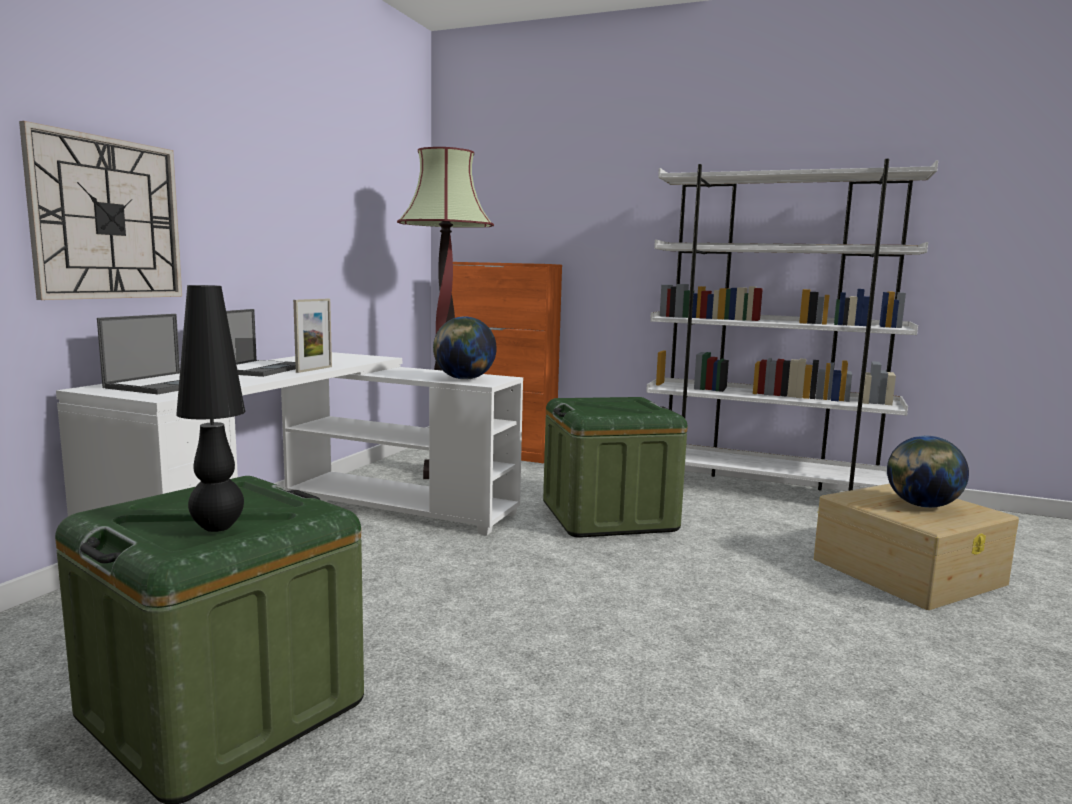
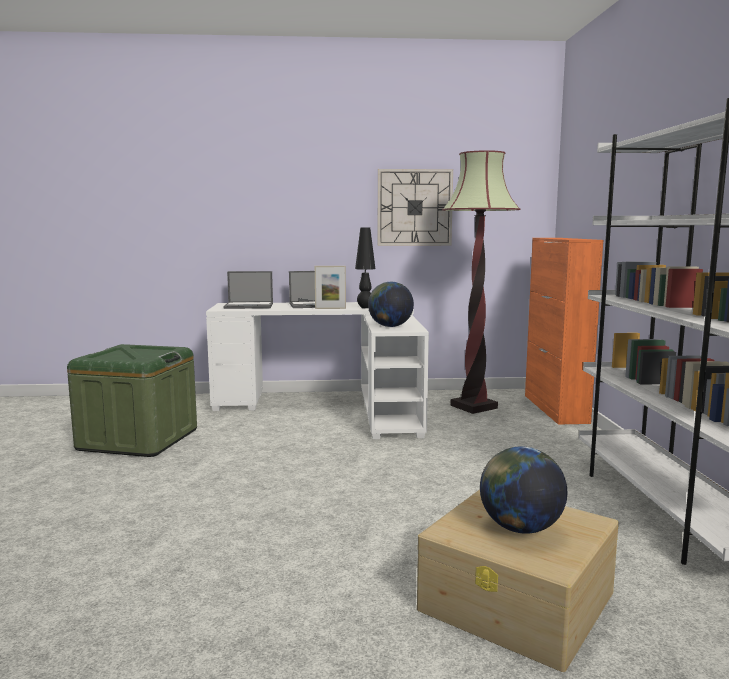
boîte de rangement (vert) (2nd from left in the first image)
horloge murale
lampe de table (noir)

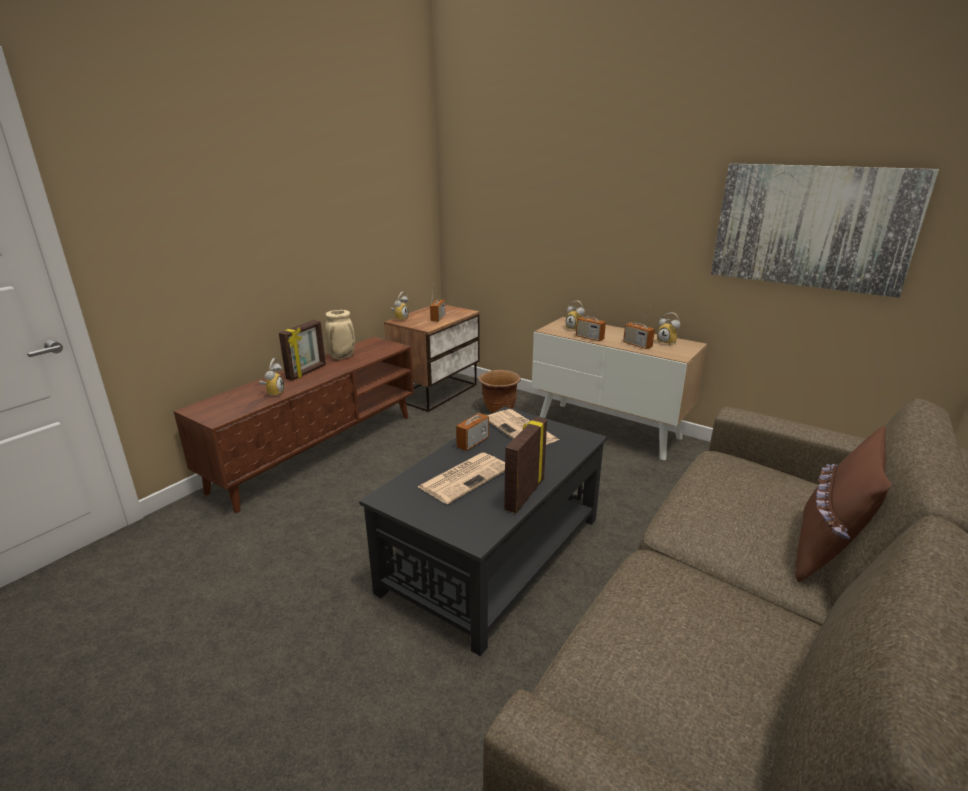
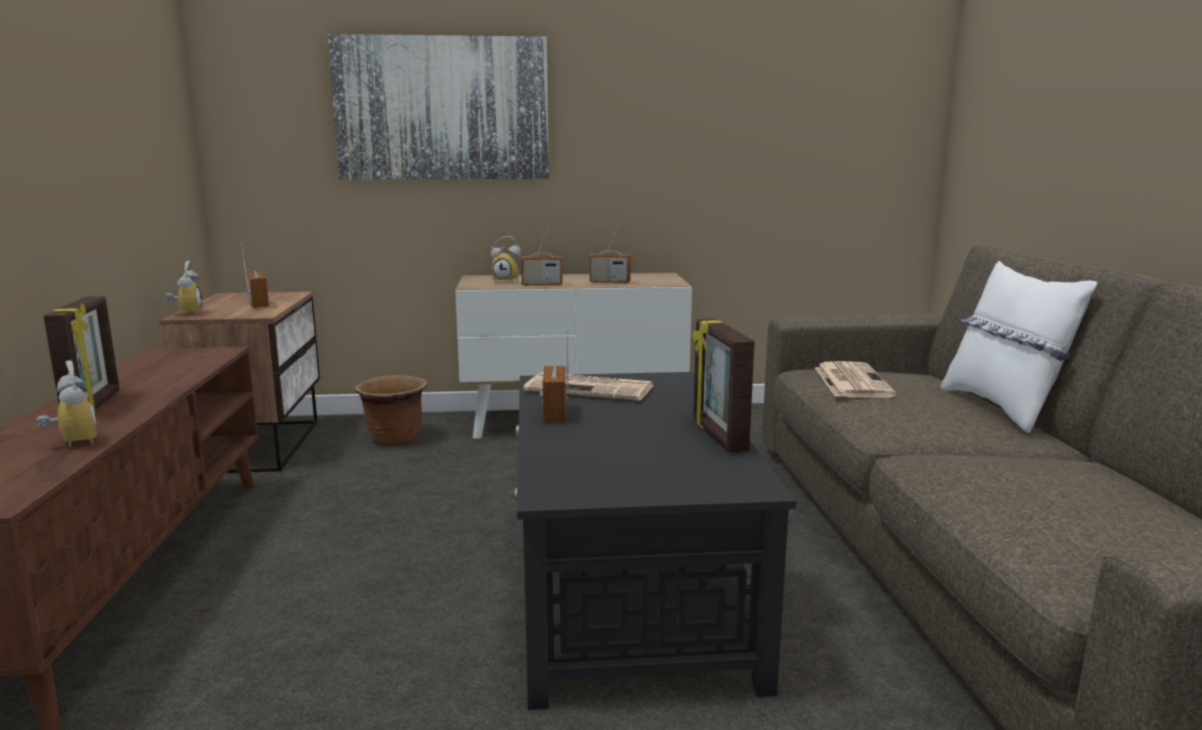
vase (beige)
réveil (4th from left in the first image)
journal (2nd from left)
tableau
coussin (blanc)

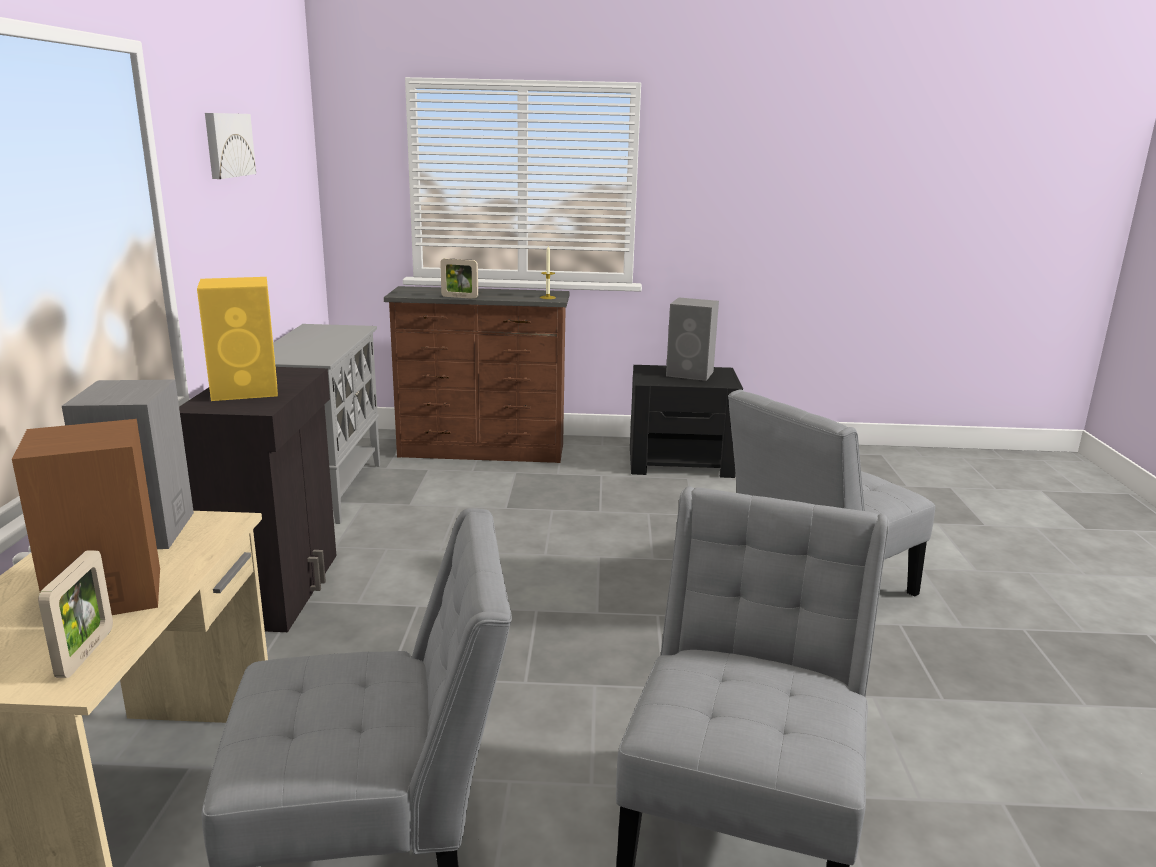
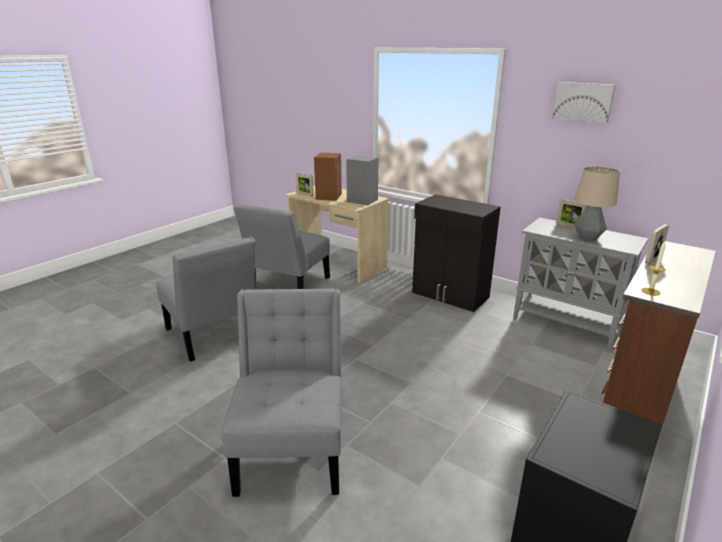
enceinte (jaune)
enceinte (gris) (2nd from left in the first image)
cadre photo (2nd from left)
lampe de table

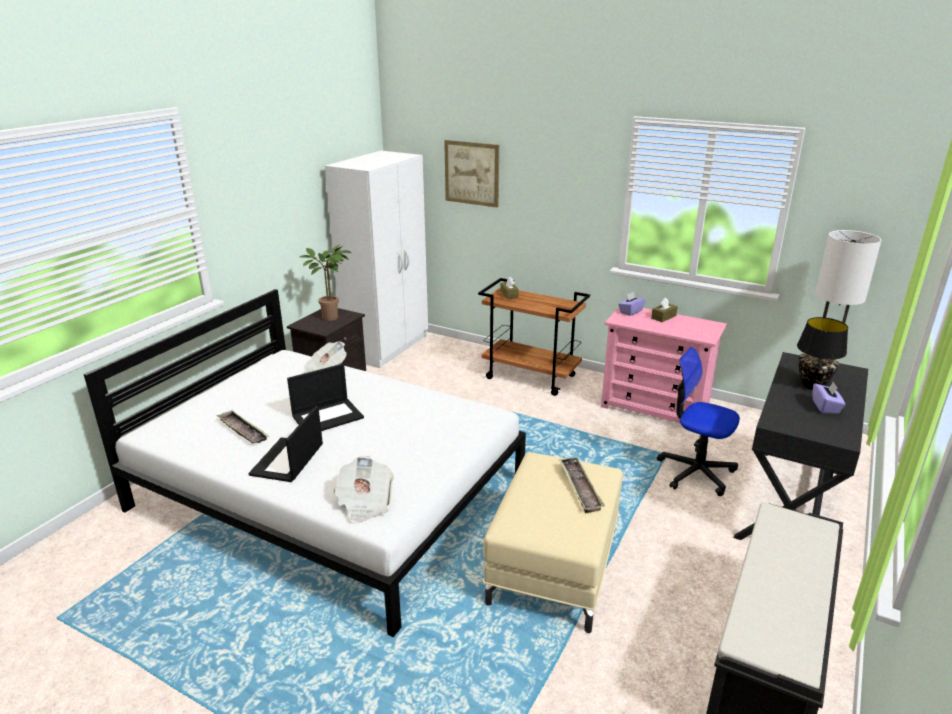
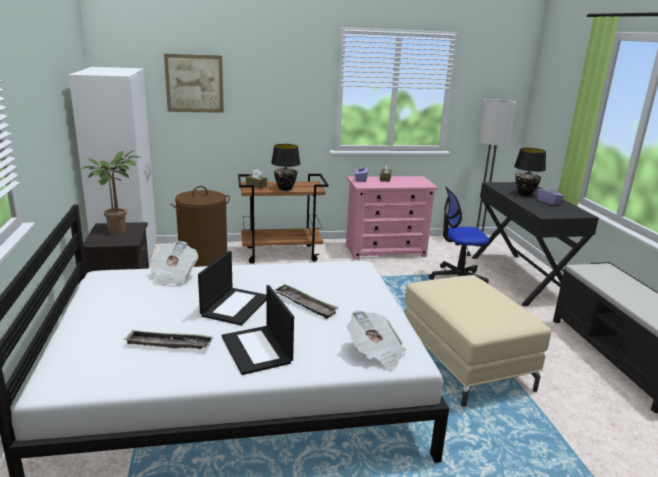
panier à linge (marron)
lampe de table (noir) (1st from left)
plateau (2nd from left)

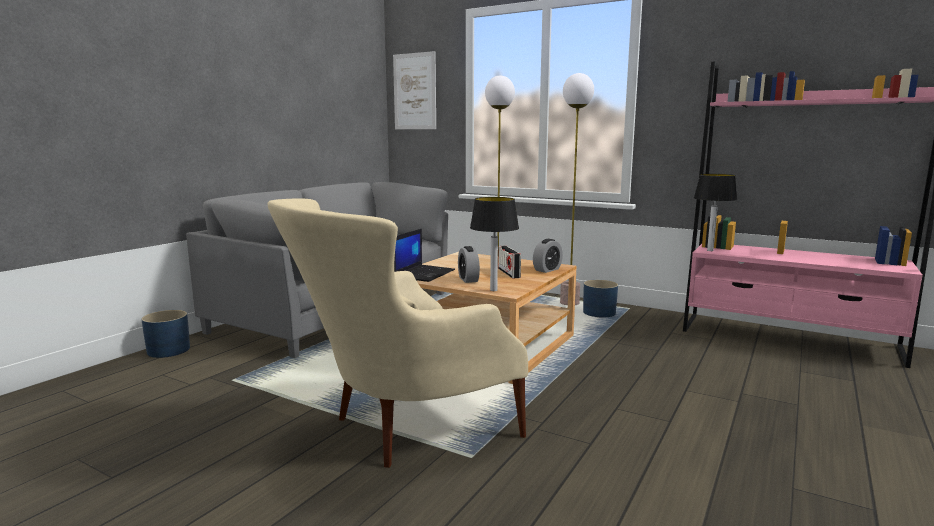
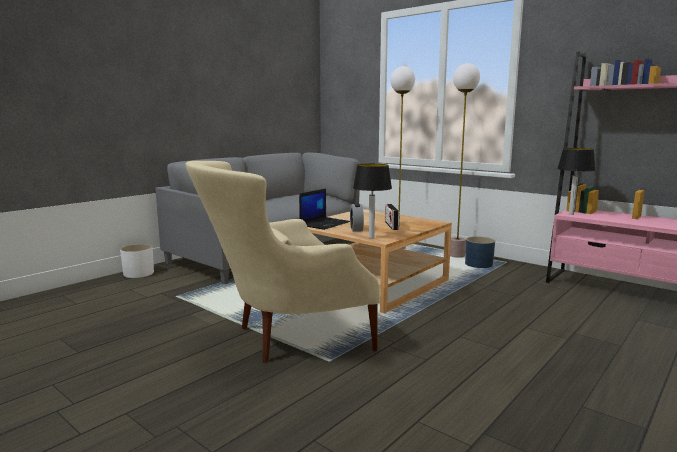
tableau
réveil (2nd from left in the first image)
cache-pot (blanc)

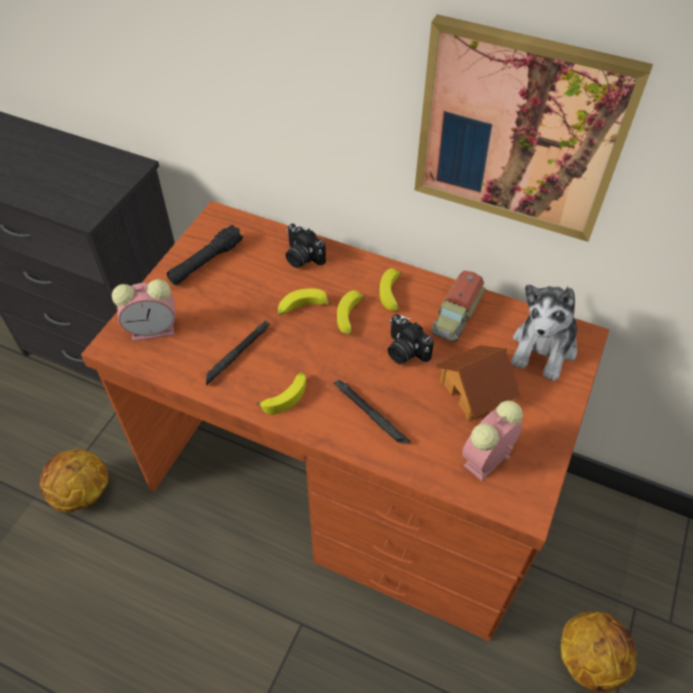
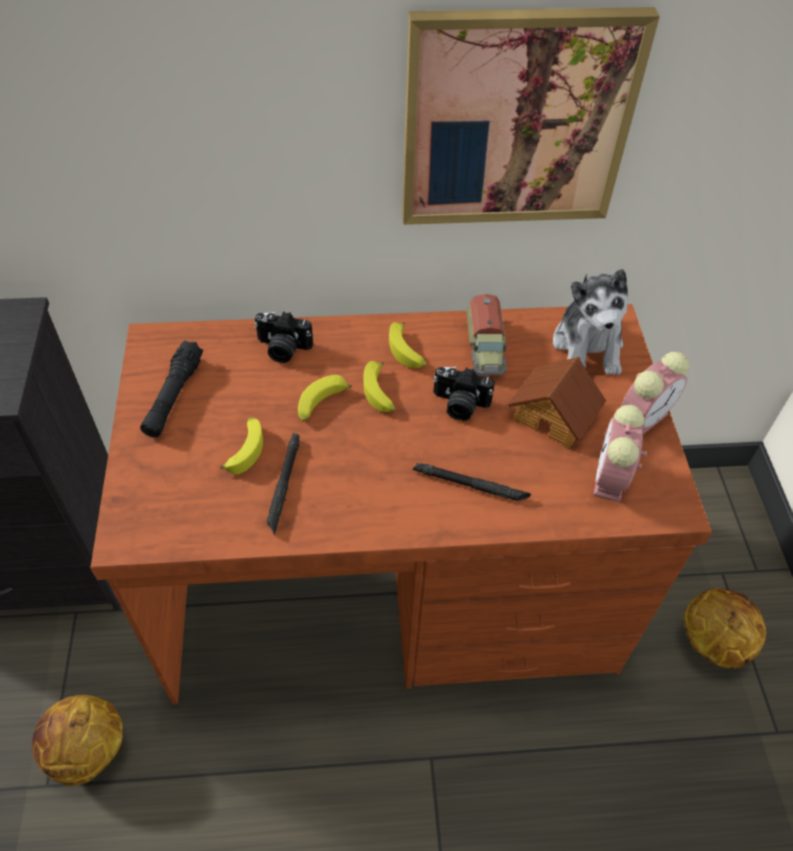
réveil (2nd from left)
banane (1st from left)

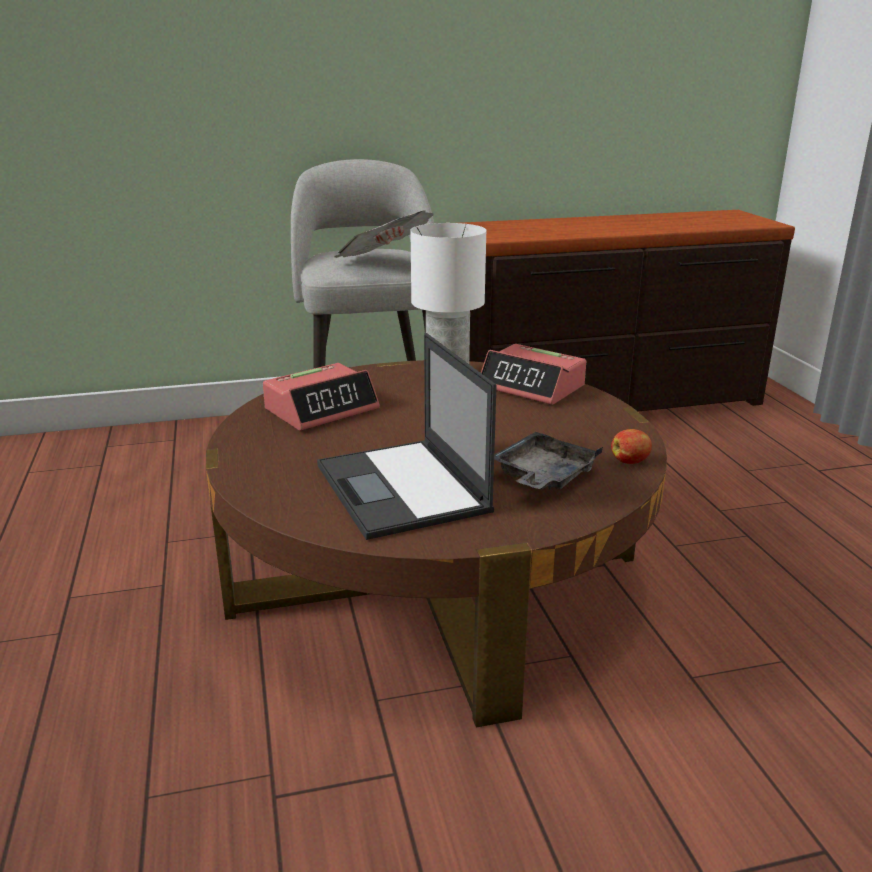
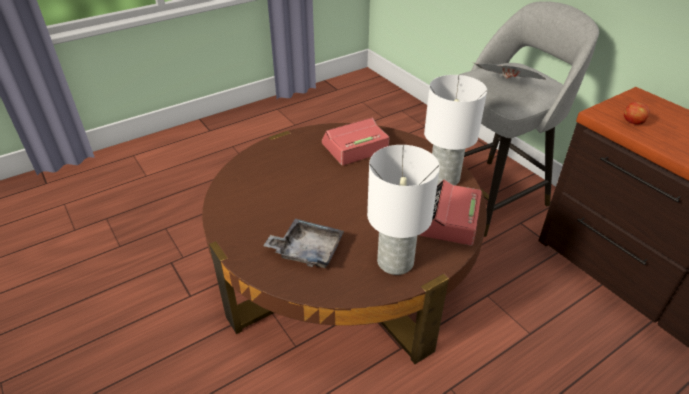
ordinateur portable
lampe de table (blanc) (1st from left)
pomme
réveil (1st from left)

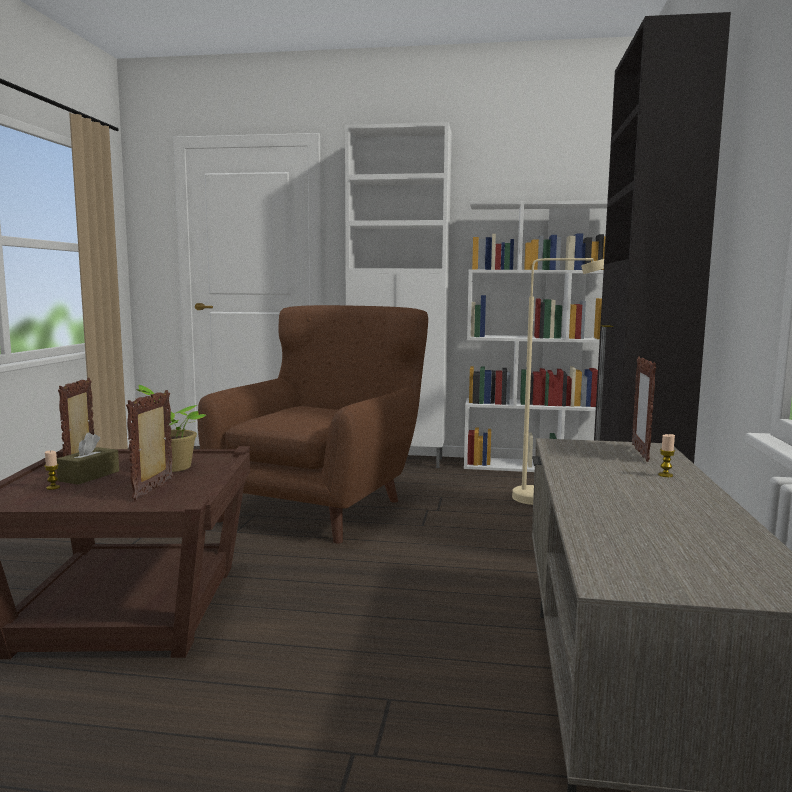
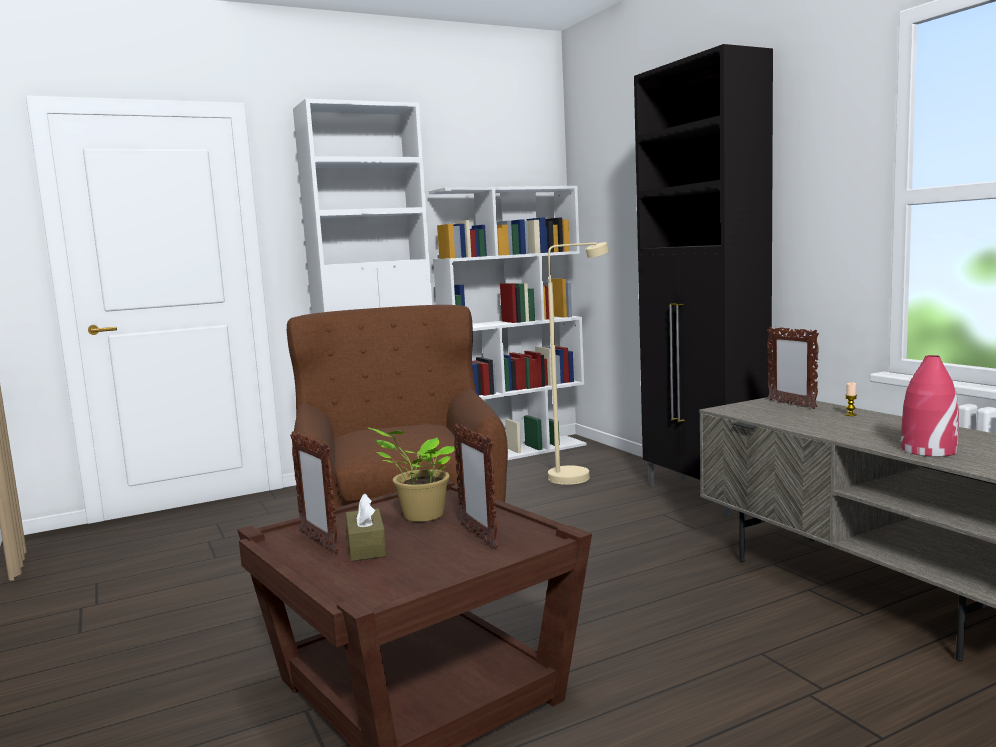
bougie (1st from left in the first image)
vase (rouge)

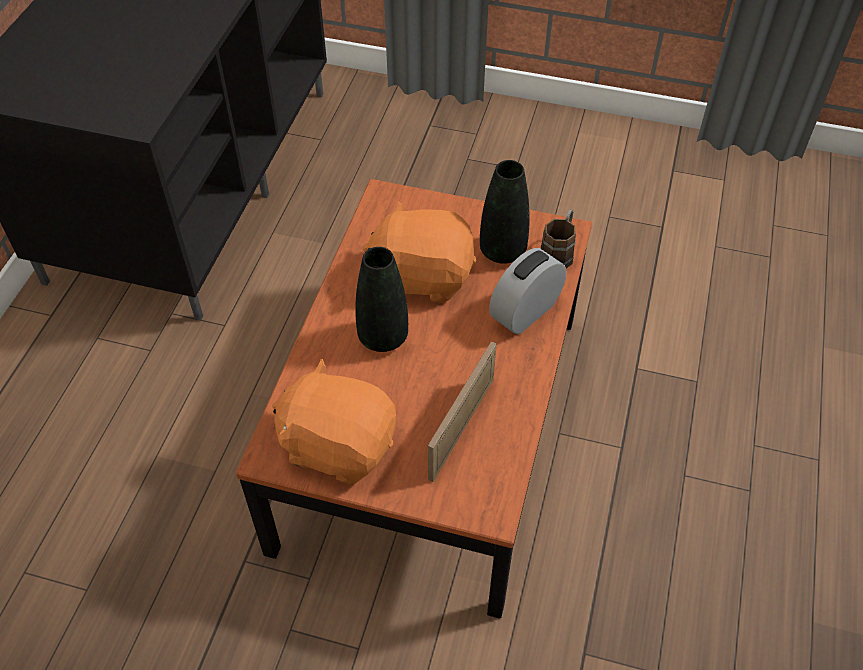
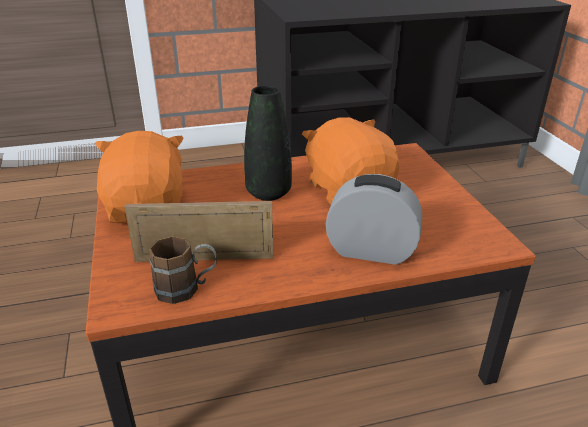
vase (noir) (2nd from left in the first image)
mug (marron)

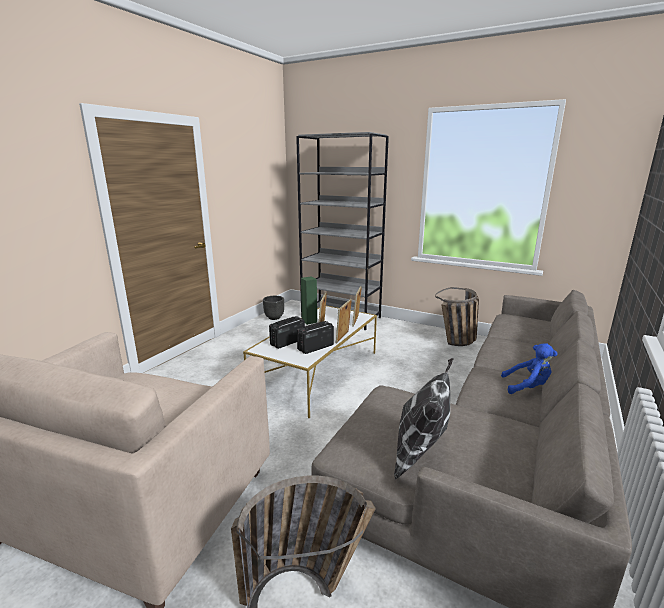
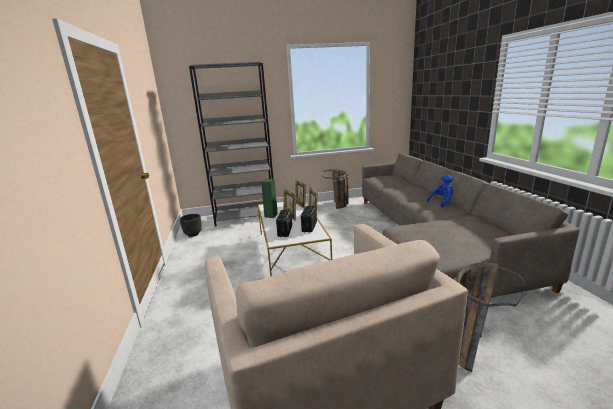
coussin

